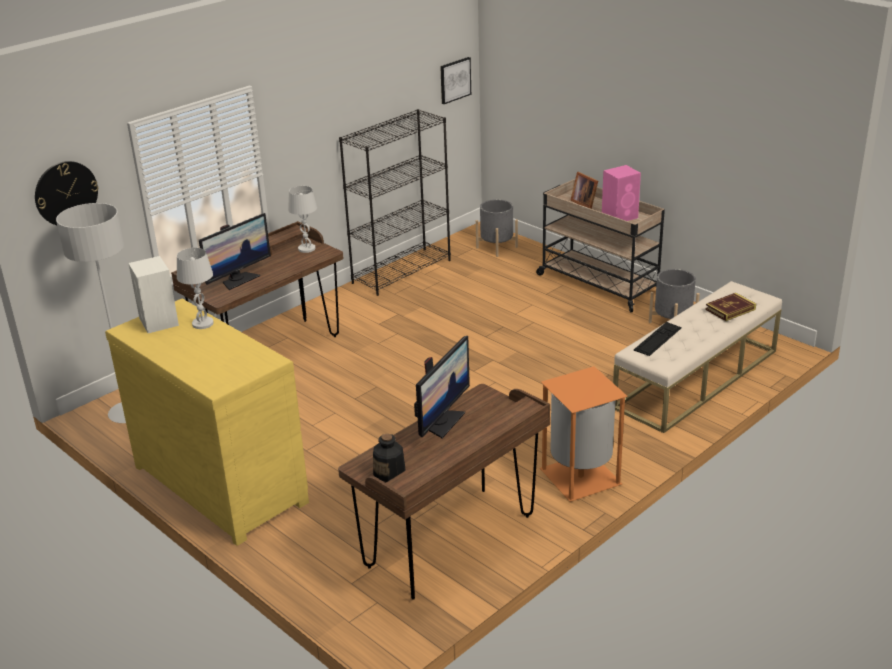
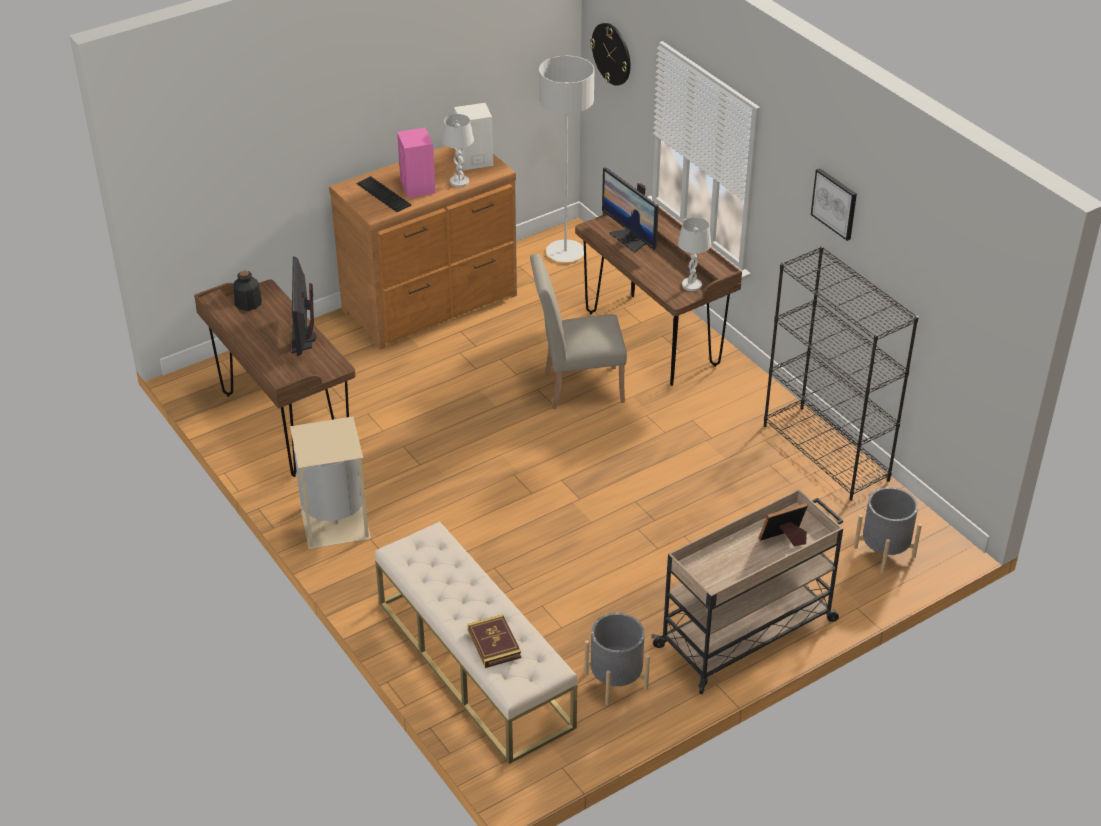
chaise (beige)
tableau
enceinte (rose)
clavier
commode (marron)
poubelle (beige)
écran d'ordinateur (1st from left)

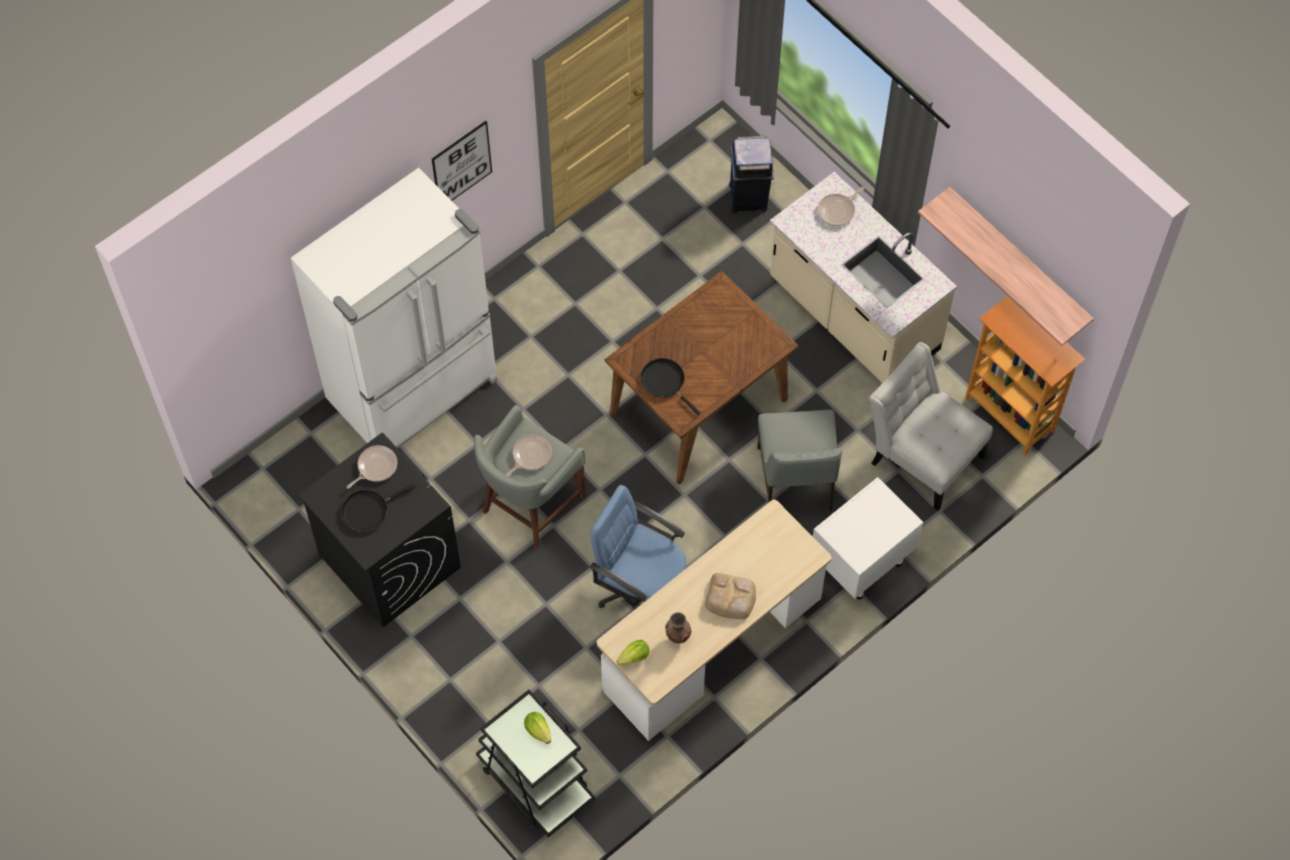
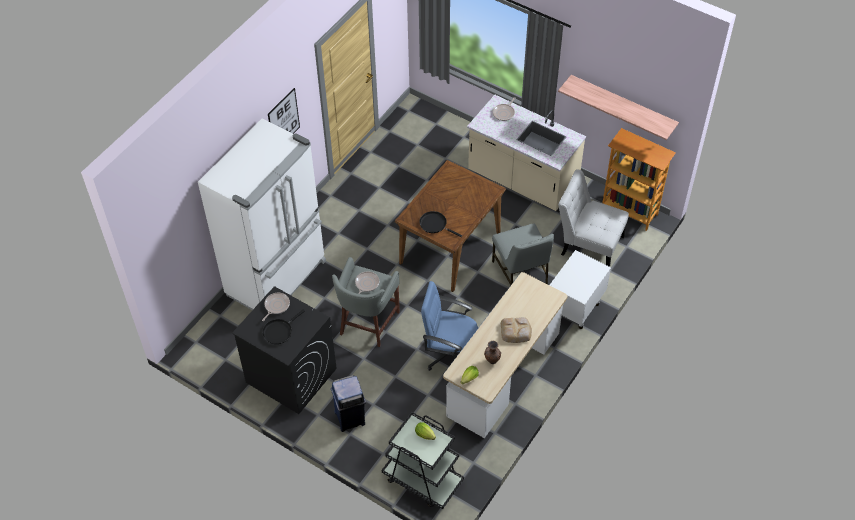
poubelle (bleu)

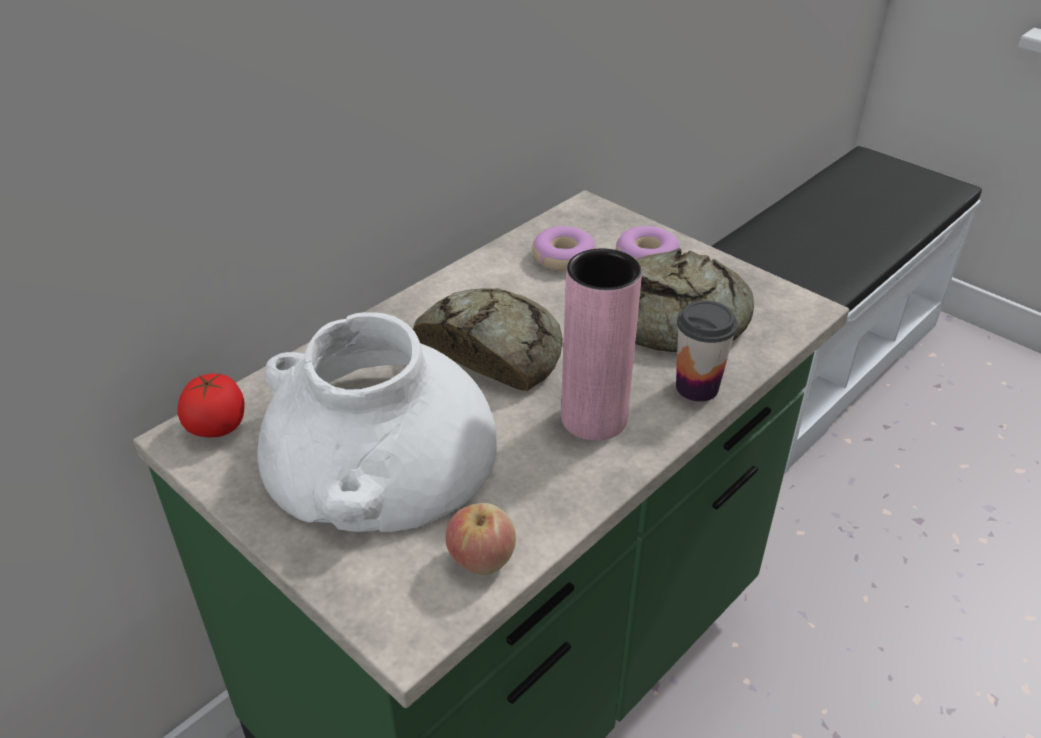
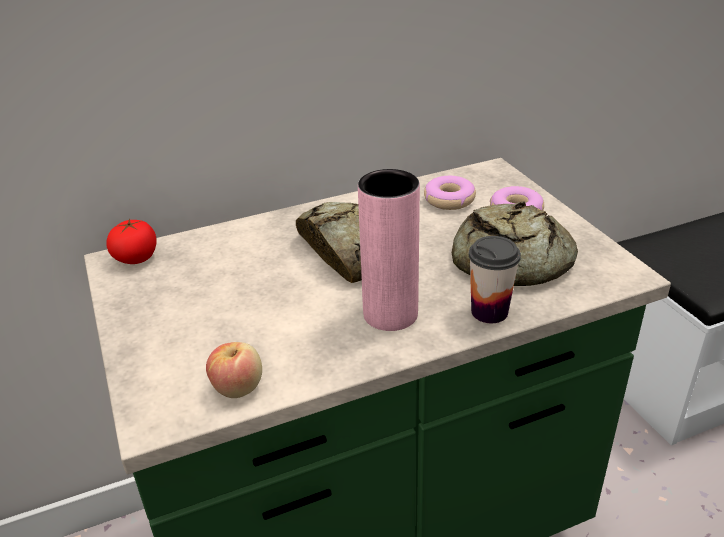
vase (blanc)

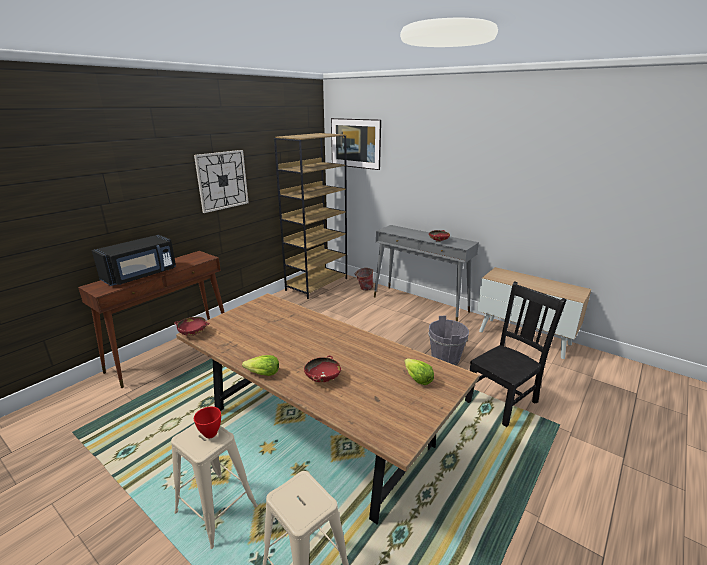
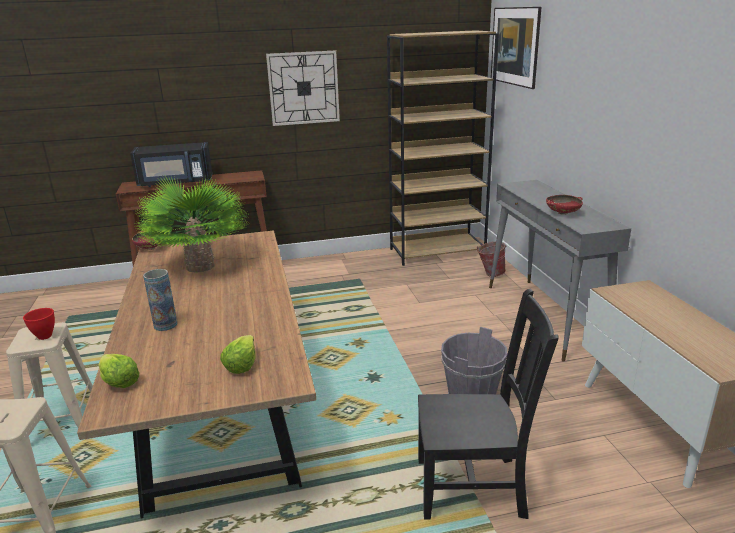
plante en pot
laitue (1st from left)
vase

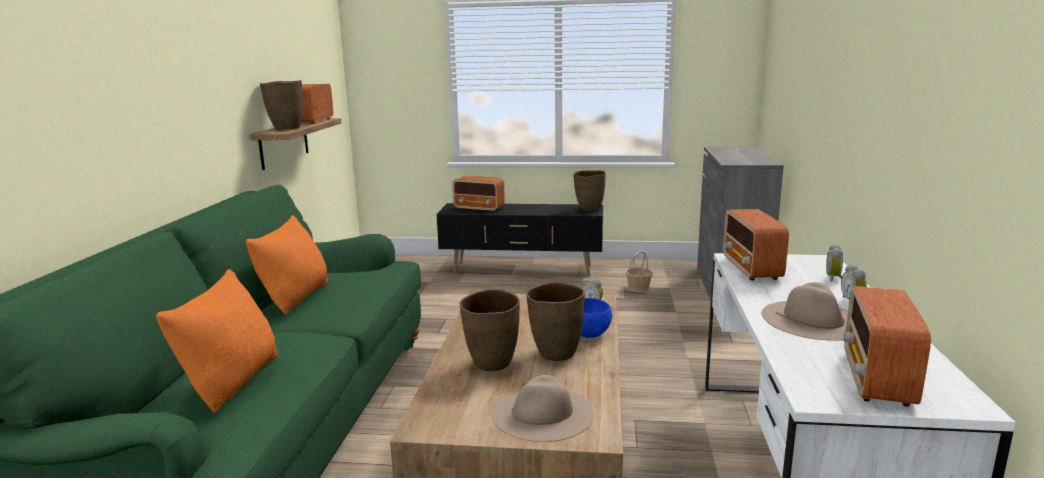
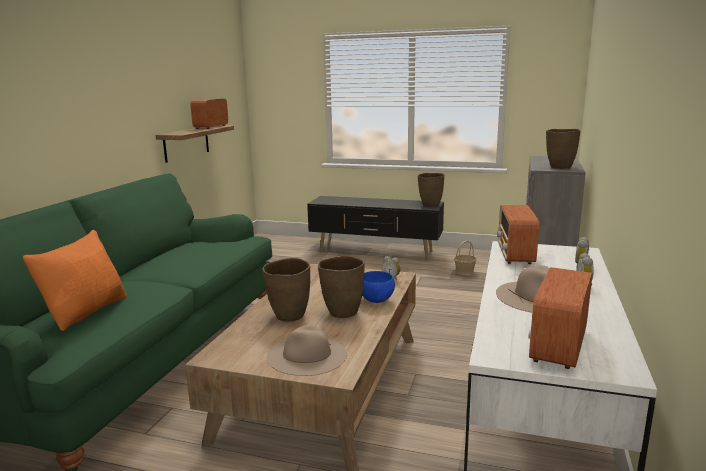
coussin (orange) (2nd from left in the first image)
radio (2nd from left in the first image)
vase (marron) (4th from left)

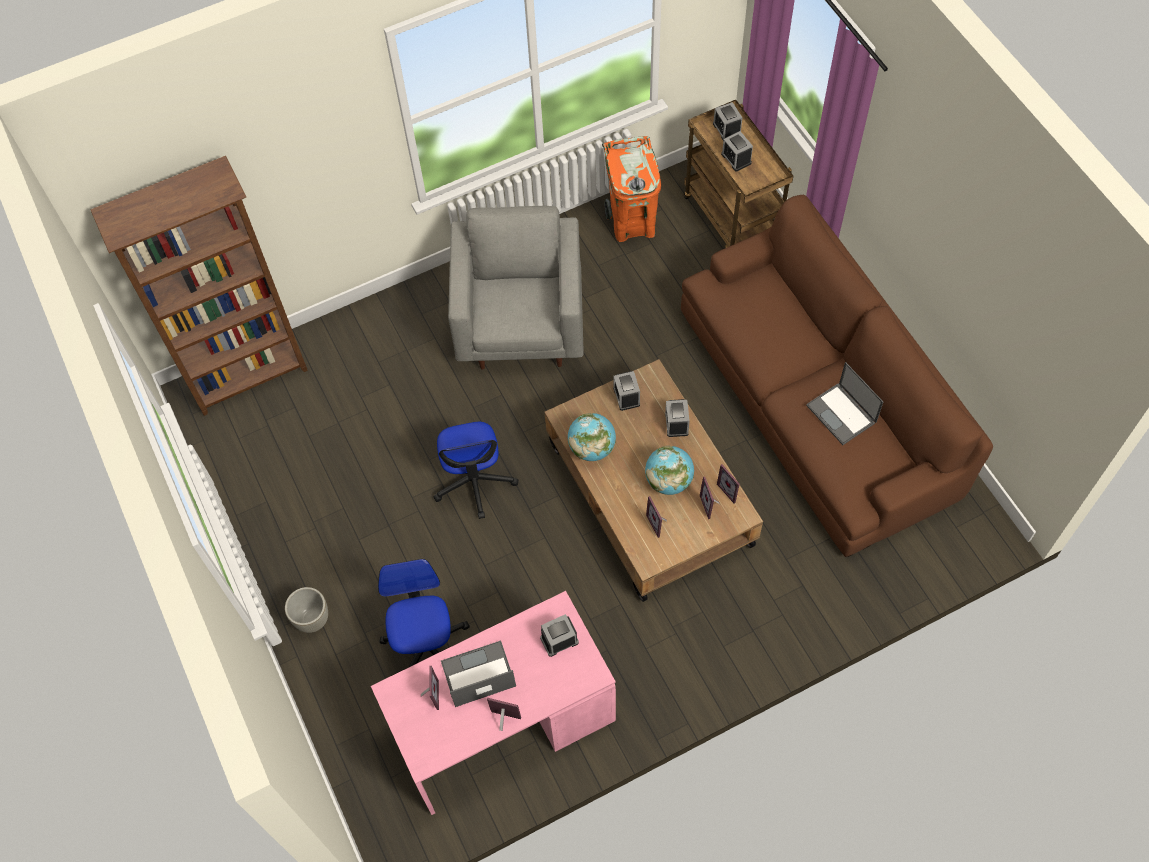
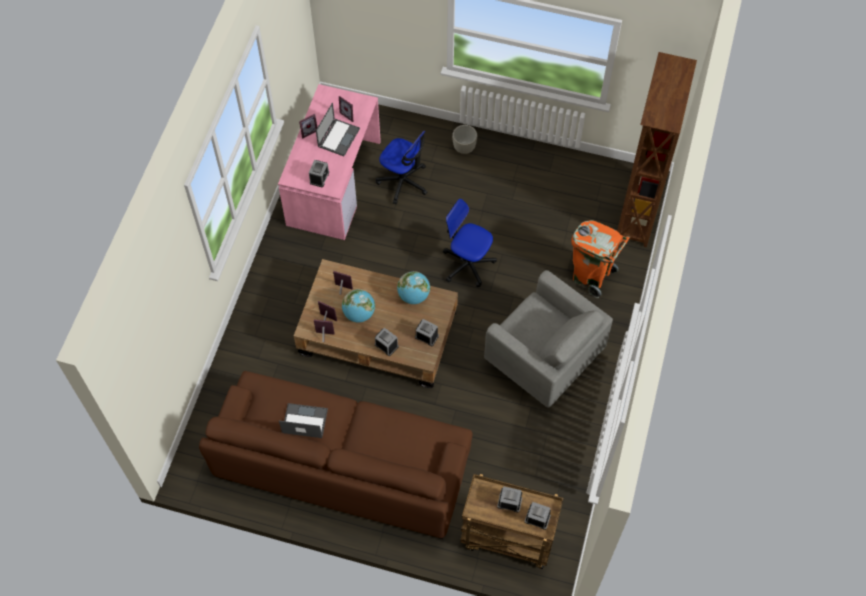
poubelle (orange)

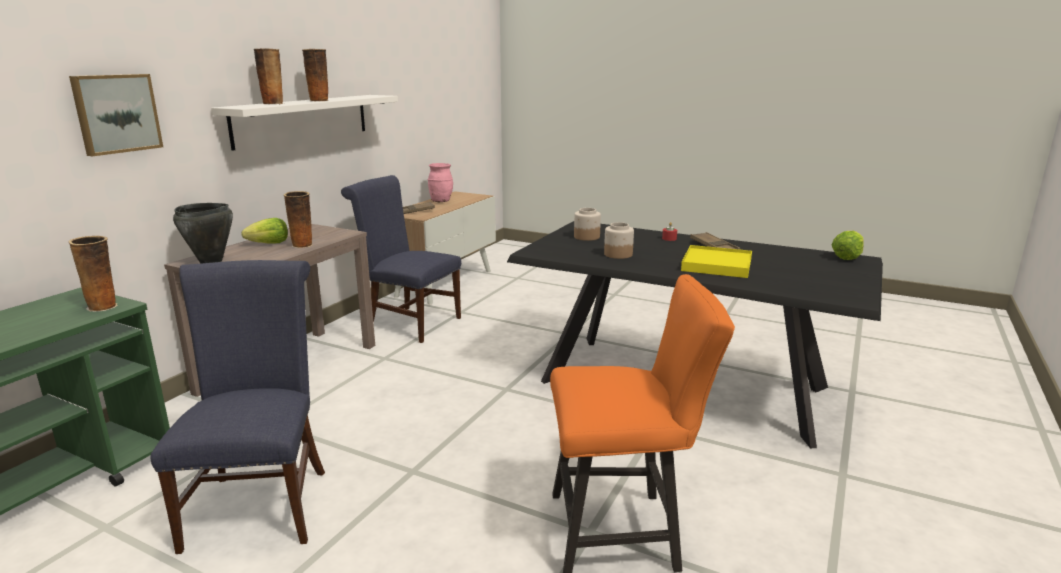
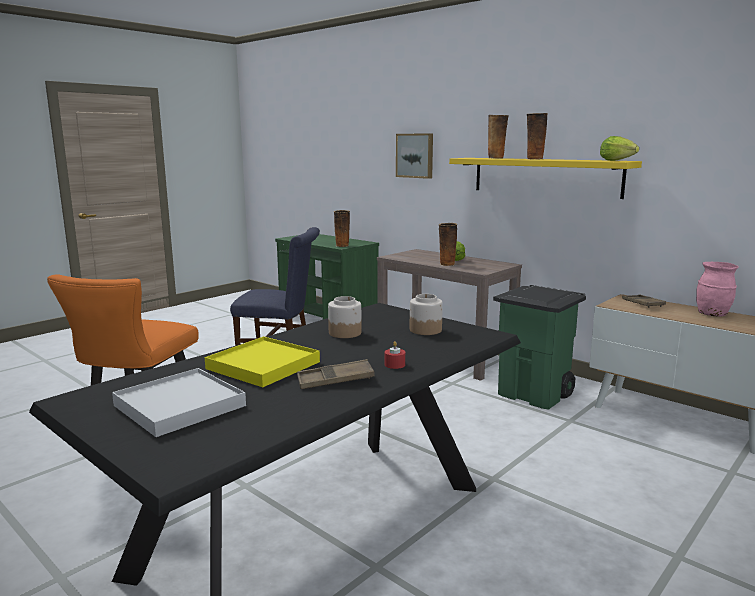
marmite (noir)
plateau (blanc)
laitue (2nd from left)
poubelle (vert)
étagère (jaune)

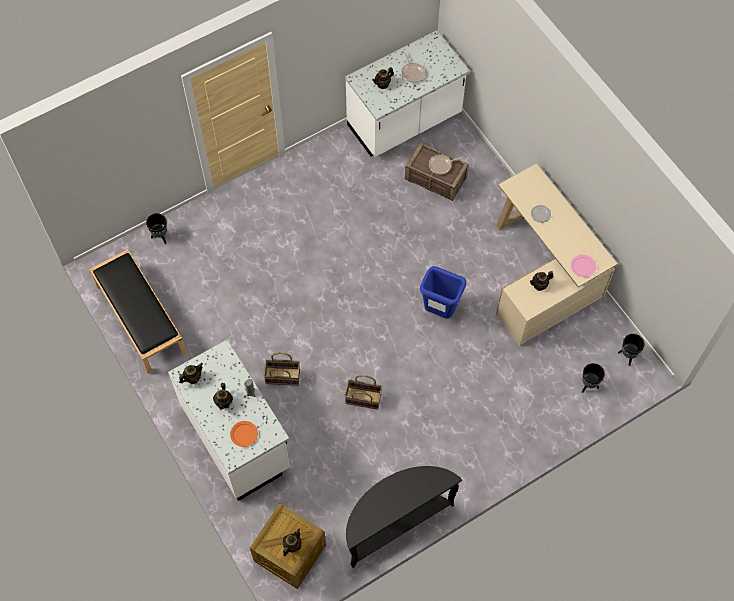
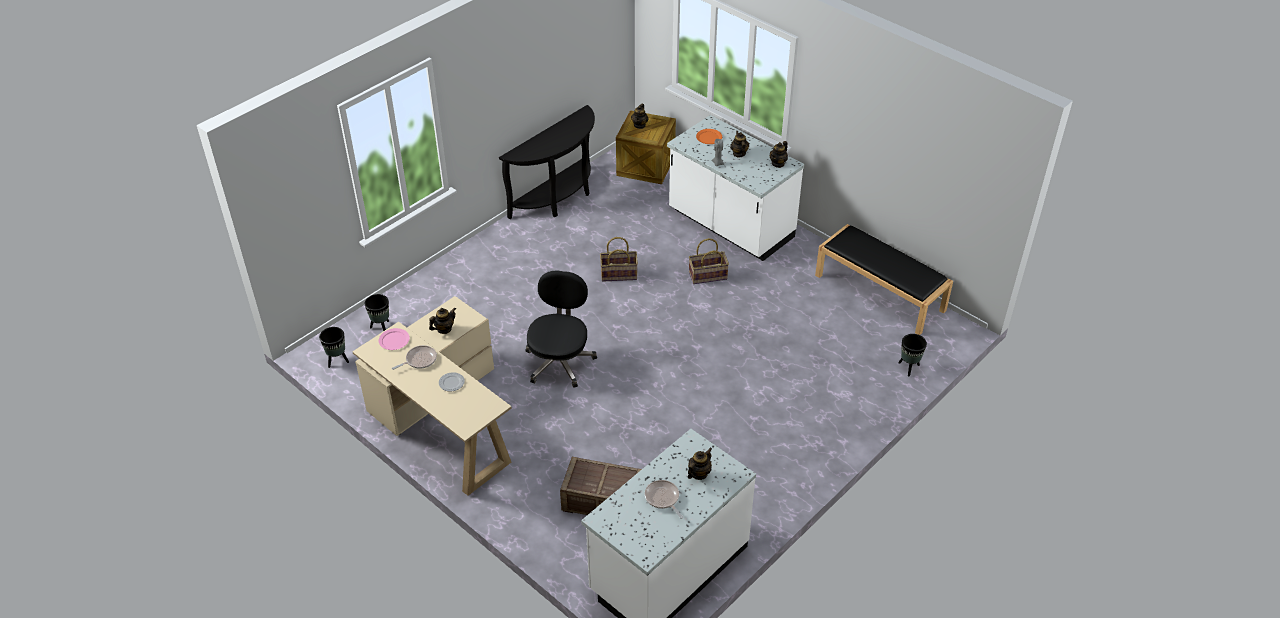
poêle (1st from left)
chaise de bureau (noir)

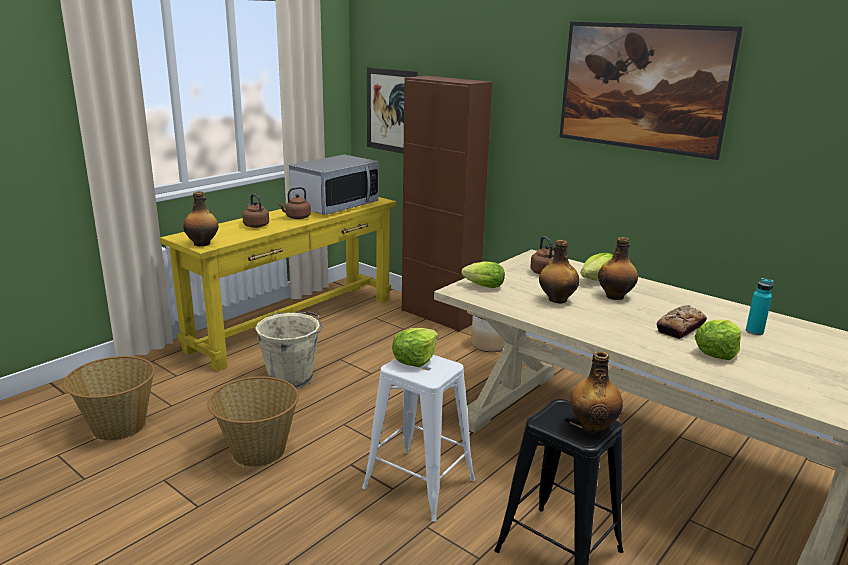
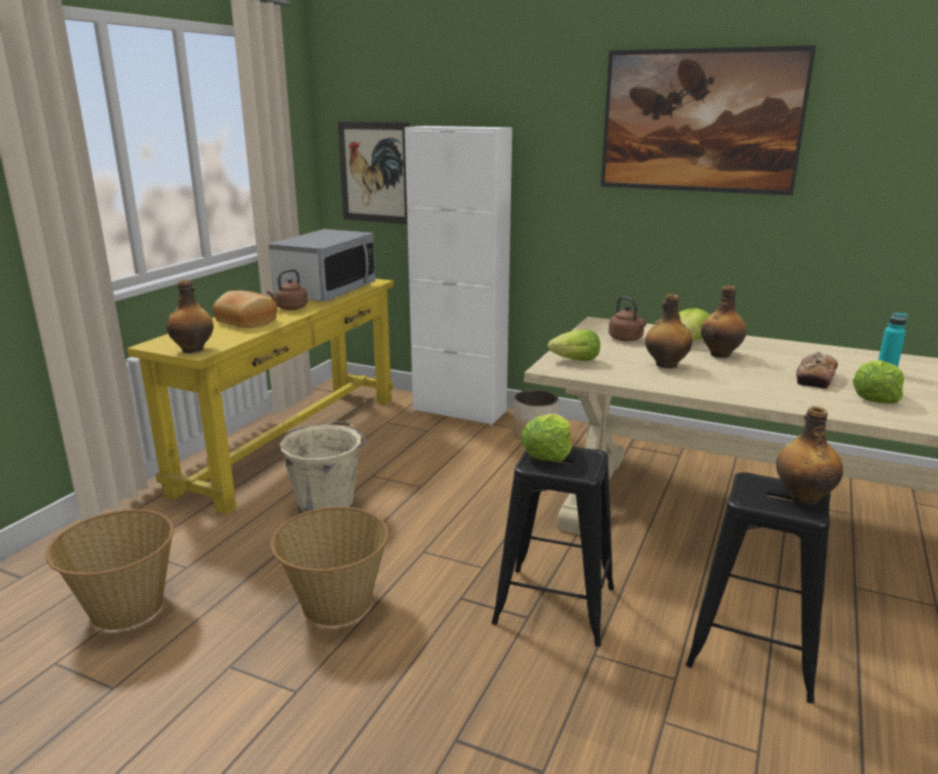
pain (1st from left)
tabouret (noir) (1st from left)
meuble de rangement (blanc)

